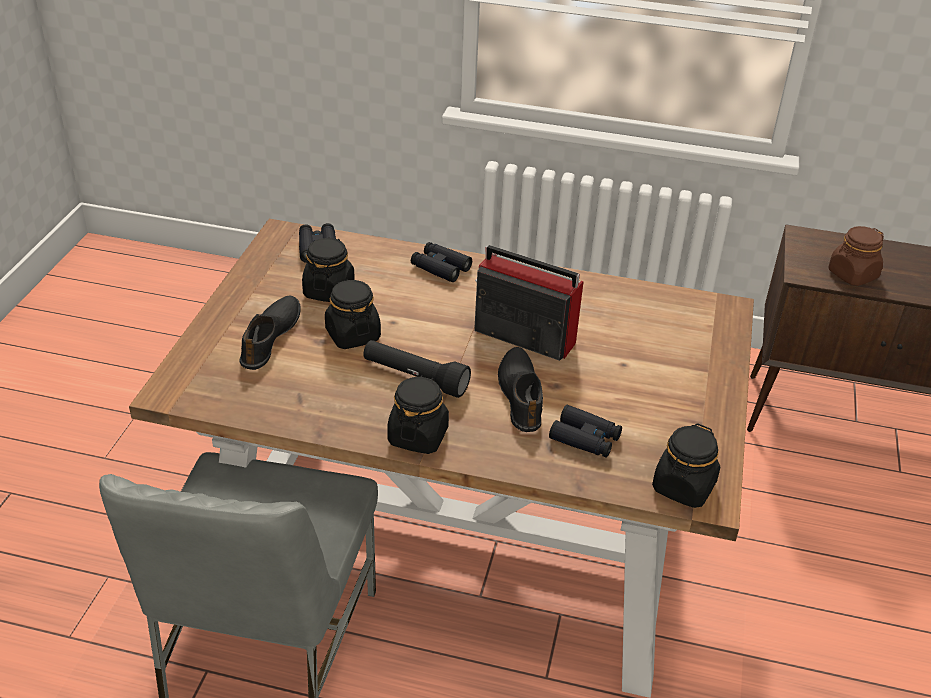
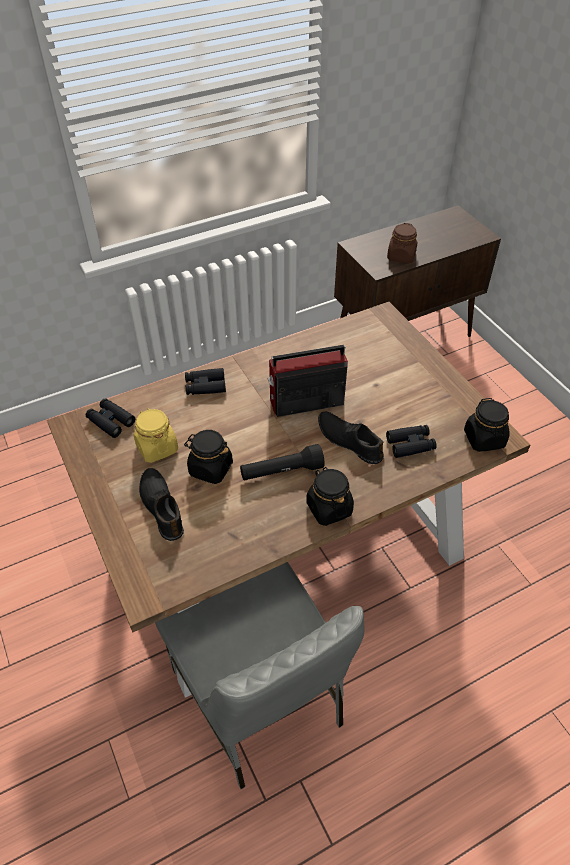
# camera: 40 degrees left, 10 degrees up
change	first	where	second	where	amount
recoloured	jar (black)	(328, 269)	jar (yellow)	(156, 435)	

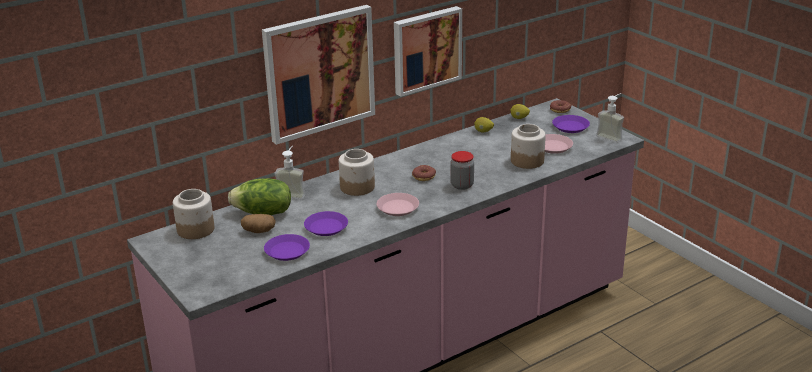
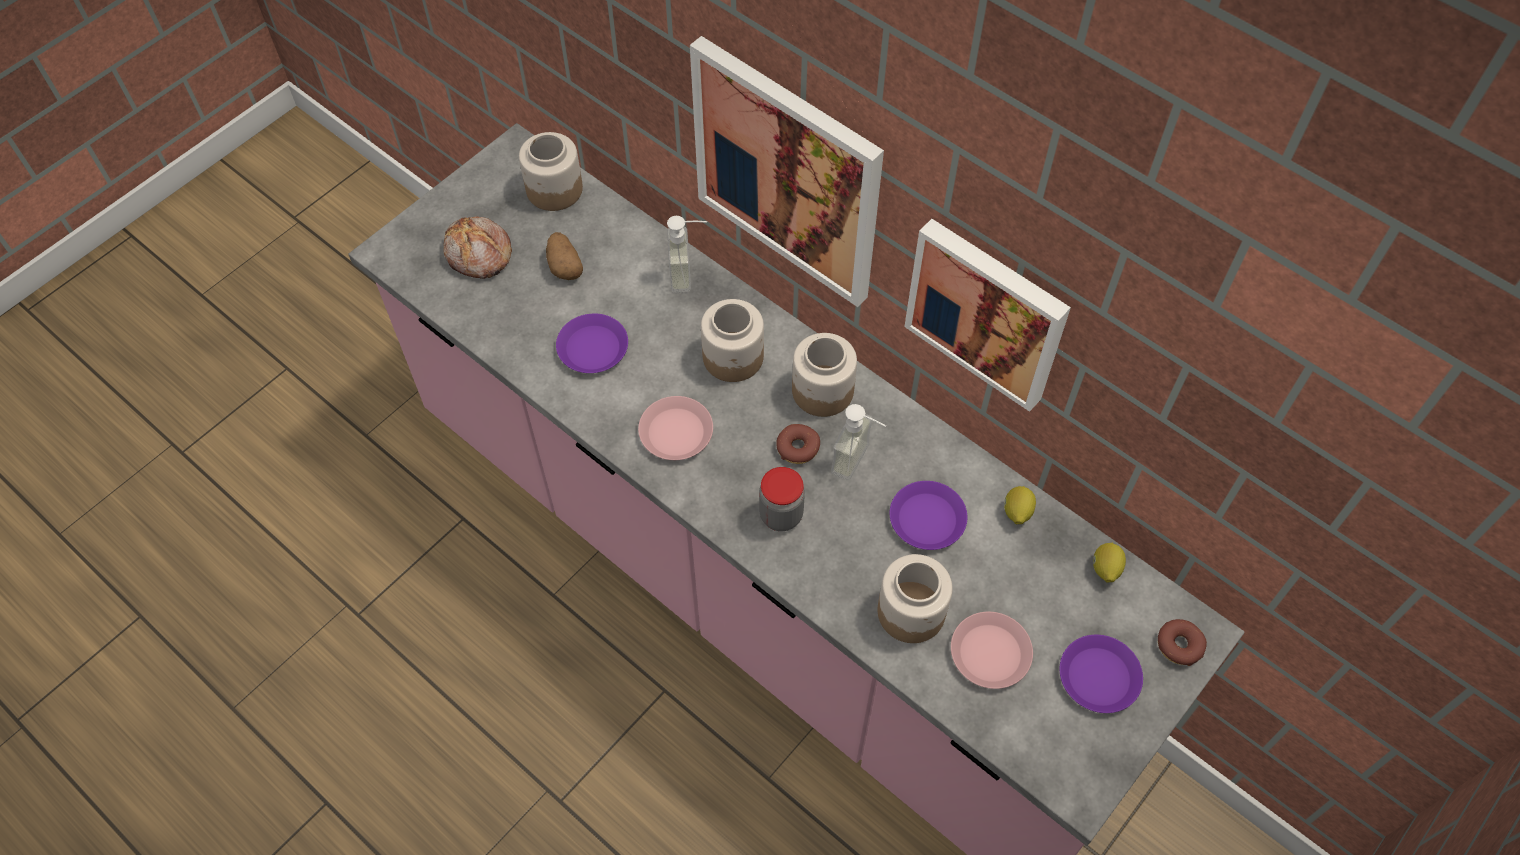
# camera: 75 degrees right, 30 degrees up
change	first	where	second	where	amount
removed	lettuce	(259, 196)			
added			bread	(477, 247)	
added			jar	(824, 375)	
moved	plate (purple)	(287, 247)		(928, 515)	
moved	soap dispenser	(610, 118)		(858, 442)	

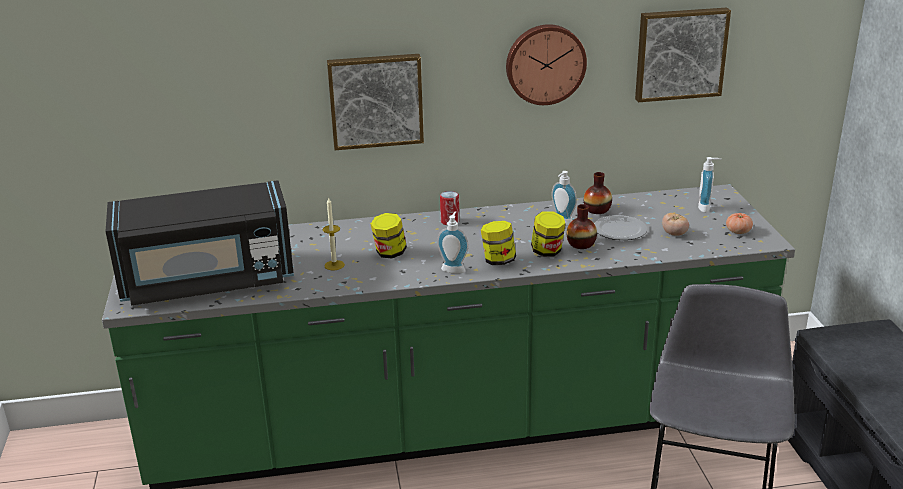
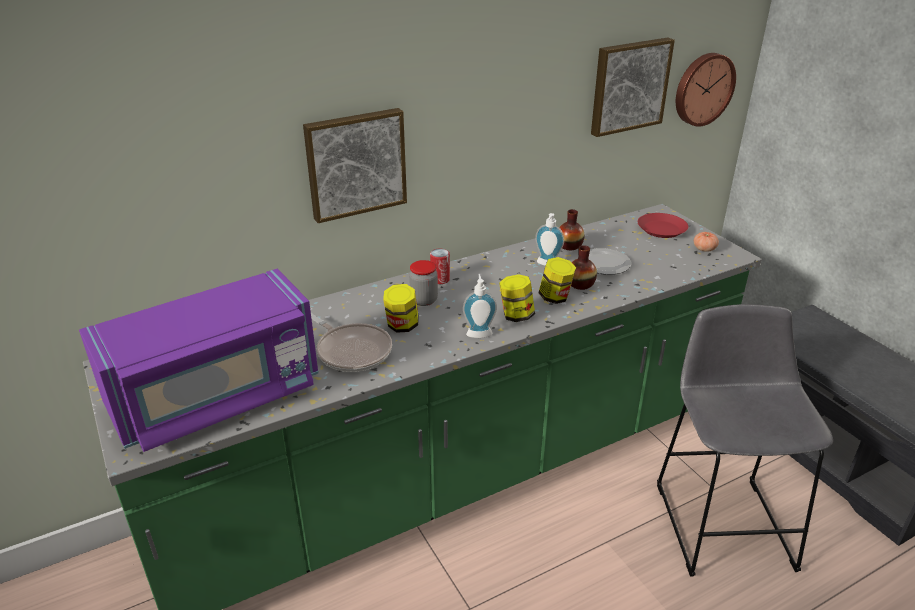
# camera: 20 degrees left, 5 degrees up
change	first	where	second	where	amount
removed	tomato	(675, 224)			
added			jar	(423, 283)	
moved	wall clock	(546, 64)		(706, 90)	
replaced	candle	(334, 233)	frying pan	(351, 342)	
replaced	soap dispenser	(709, 184)	plate (red)	(663, 225)	
recoloured	microwave (black)	(199, 243)	microwave (purple)	(199, 360)	

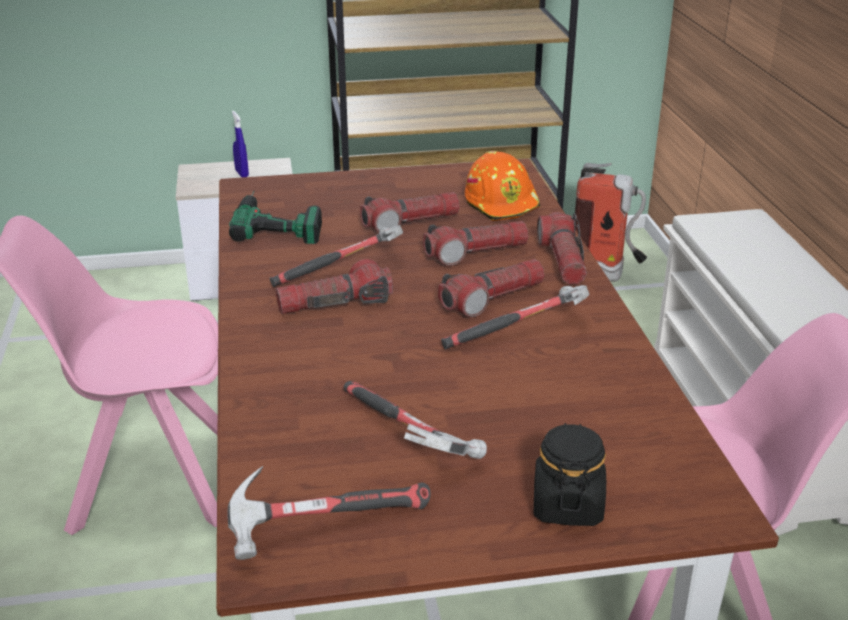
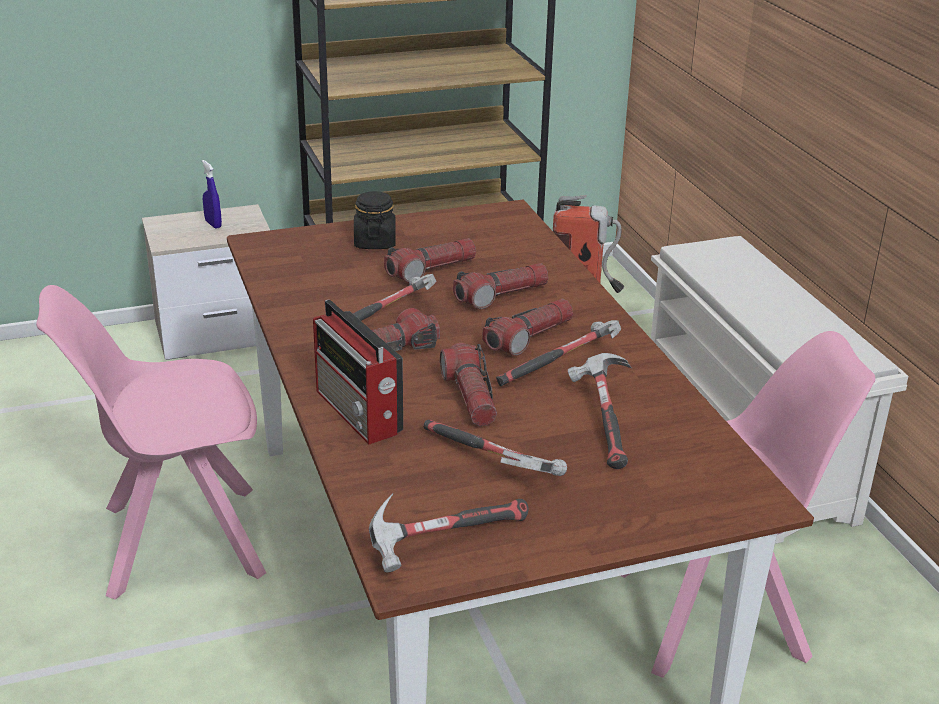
# camera: 10 degrees left, 0 degrees up
change	first	where	second	where	amount
removed	power drill	(275, 217)			
removed	hard hat (orange)	(502, 186)			
added			radio	(358, 372)	
added			hammer	(600, 411)	
moved	jar (black)	(570, 474)		(375, 220)	
moved	flashlight	(562, 248)		(468, 384)	

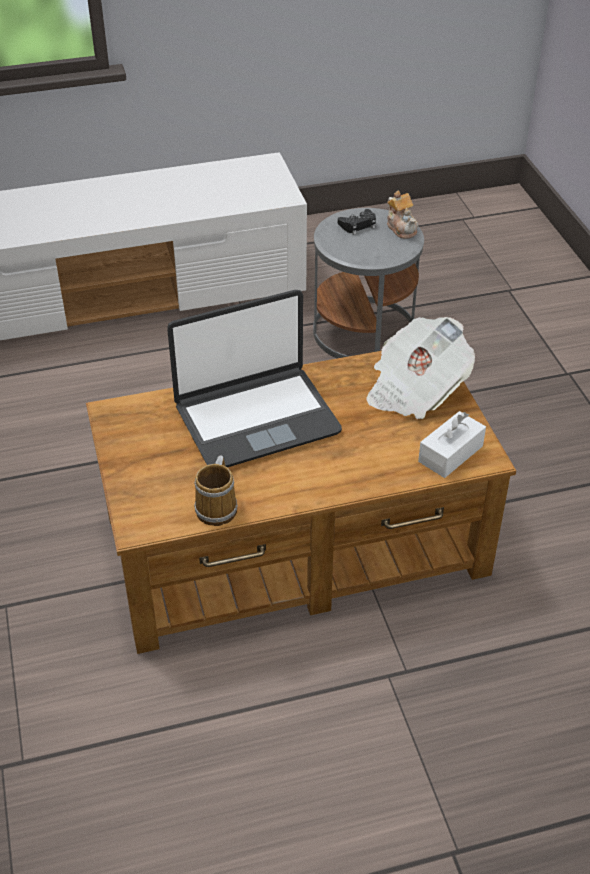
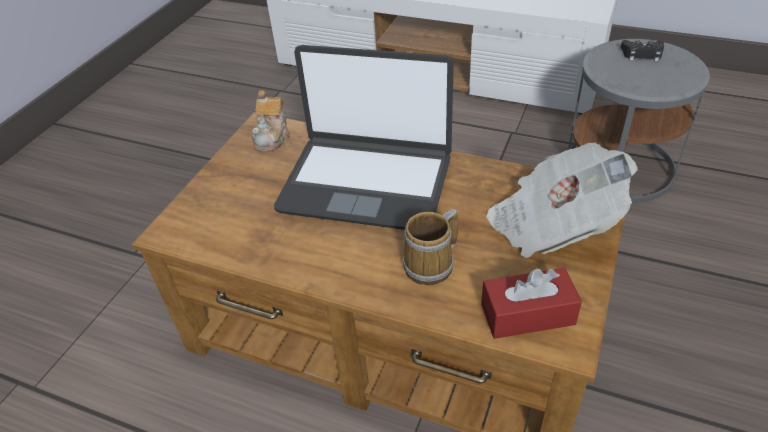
# camera: 40 degrees right, 0 degrees up
change	first	where	second	where	amount
moved	mug	(216, 490)		(430, 247)	
moved	teapot	(402, 215)		(271, 121)	
recoloured	tissue box (white)	(452, 444)	tissue box (red)	(531, 303)	

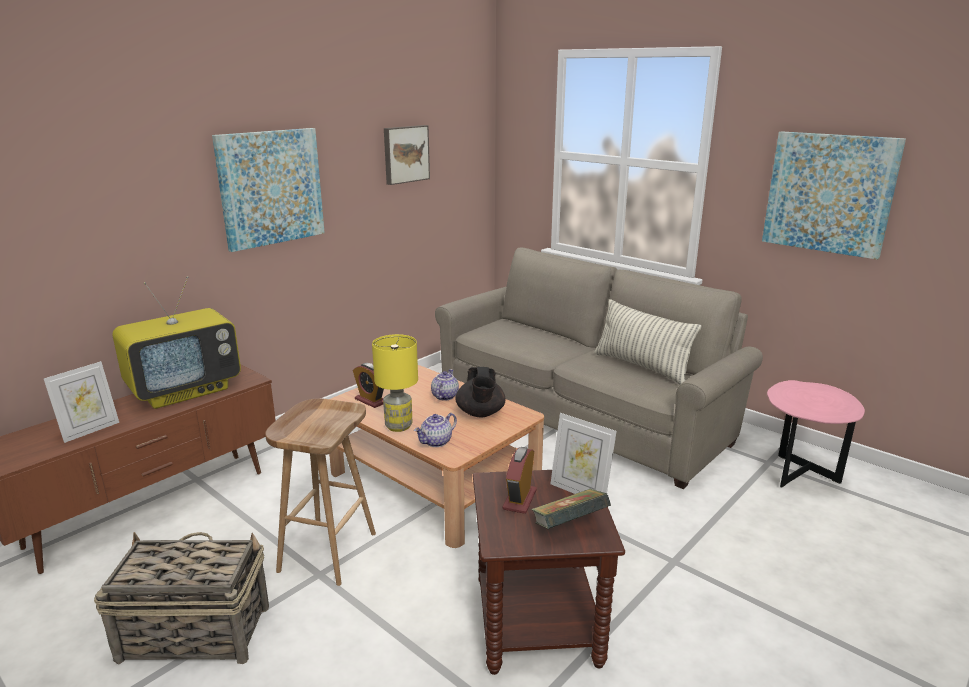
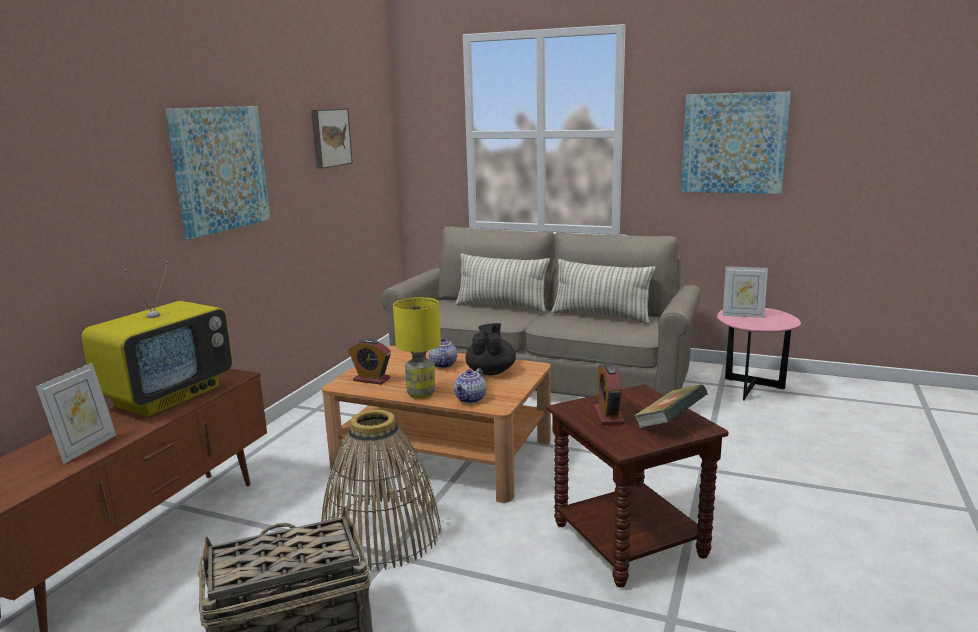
# camera: 20 degrees left, 5 degrees down
change	first	where	second	where	amount
added			pillow	(503, 283)	
moved	picture frame	(584, 453)		(745, 292)	
replaced	stool (brown)	(320, 492)	basket	(381, 490)	
turned	teapot (black)	(480, 392)		(490, 349)	150 degrees counterclockwise

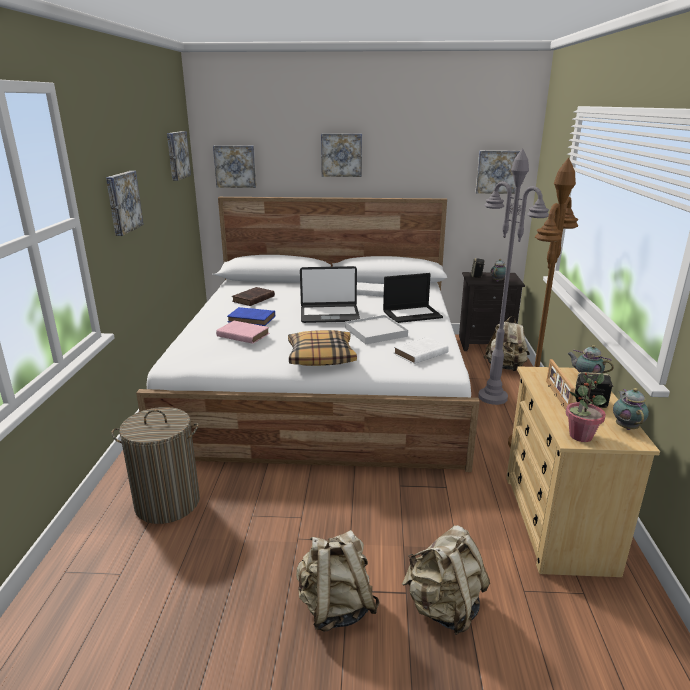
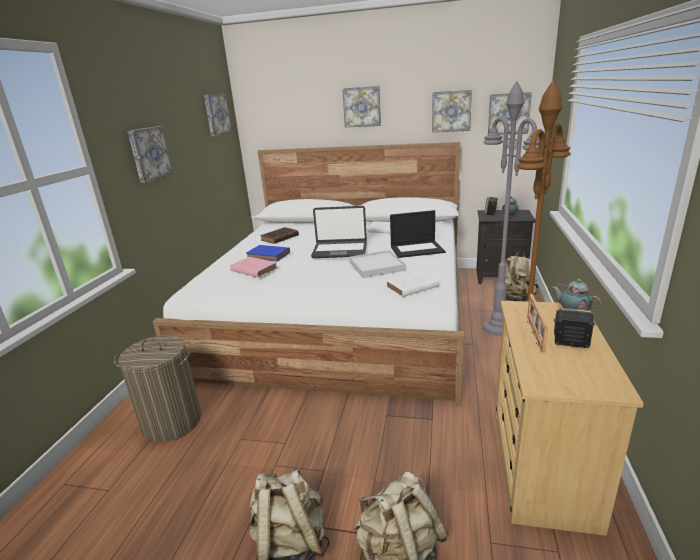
# camera: 10 degrees right, 0 degrees up
change	first	where	second	where	amount
removed	pillow	(322, 348)			
removed	potted plant	(586, 407)			
removed	teapot	(631, 409)			
moved	picture	(234, 166)		(452, 111)	

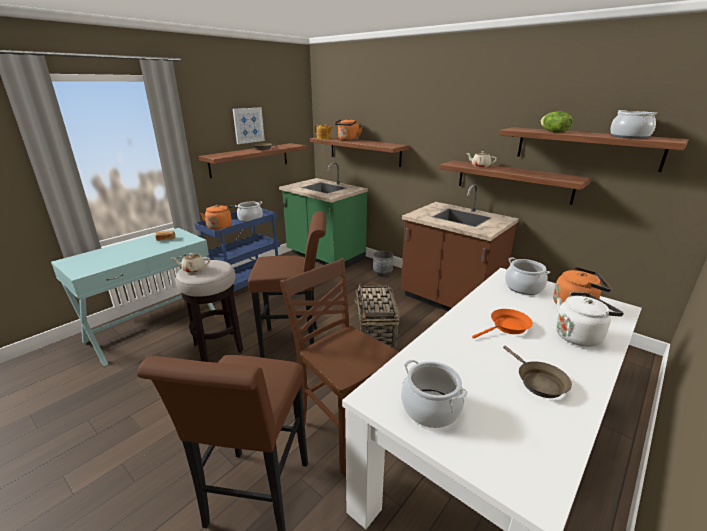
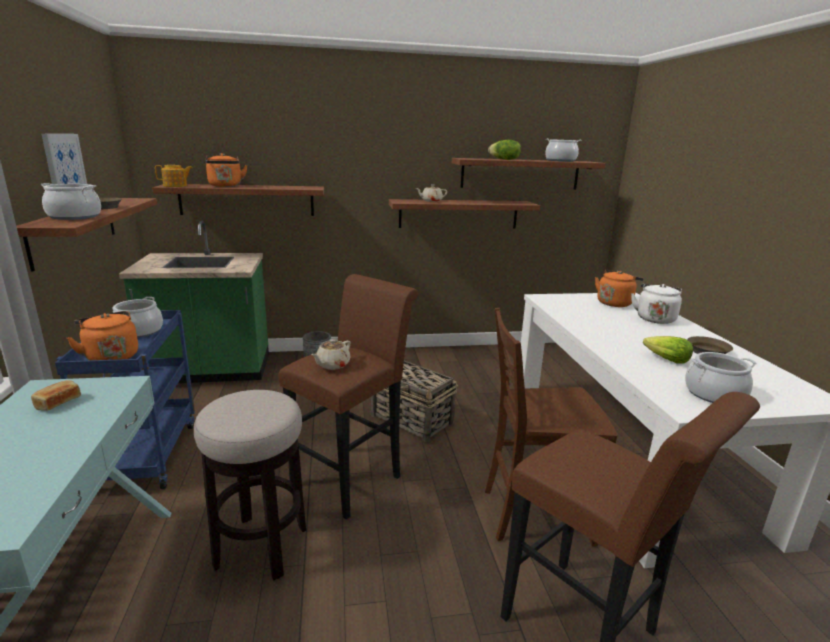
# camera: 50 degrees left, 5 degrees down
change	first	where	second	where	amount
removed	counter (brown)	(460, 247)			
removed	frying pan (orange)	(502, 324)			
added			lettuce	(668, 350)	
moved	teapot (beige)	(191, 263)		(331, 354)	
moved	cooking pot	(527, 276)		(71, 201)	

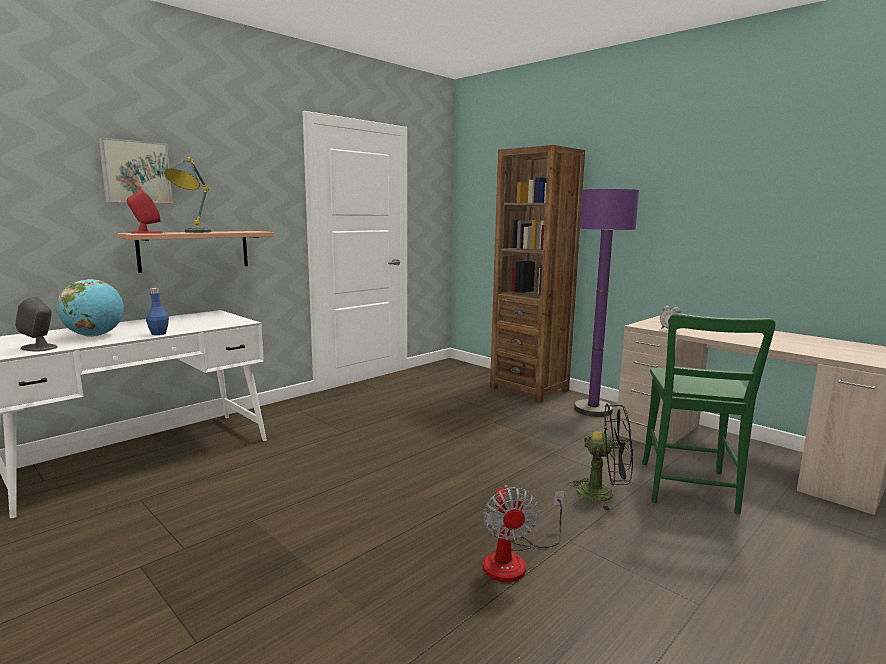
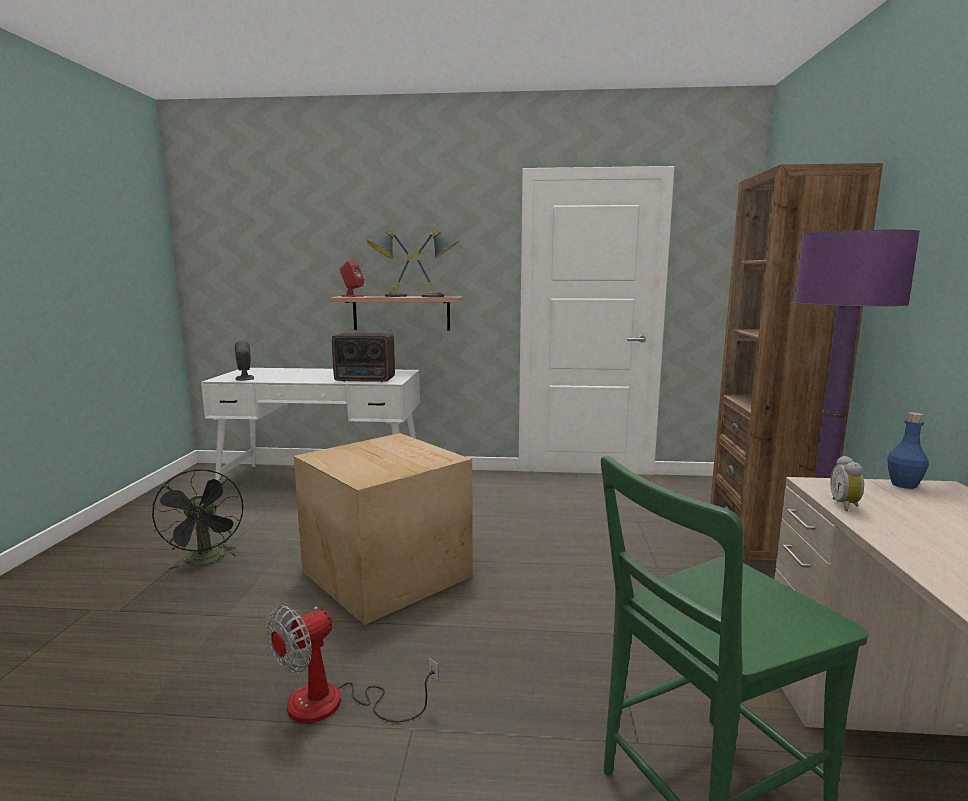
# camera: 50 degrees right, 0 degrees up
change	first	where	second	where	amount
removed	globe	(90, 308)			
removed	picture	(135, 170)			
added			cardboard box	(383, 529)	
added			radio	(363, 357)	
added			table lamp (grey)	(436, 262)	
moved	bottle (blue)	(157, 311)		(908, 450)	
moved	fan (black)	(600, 457)		(197, 519)	

